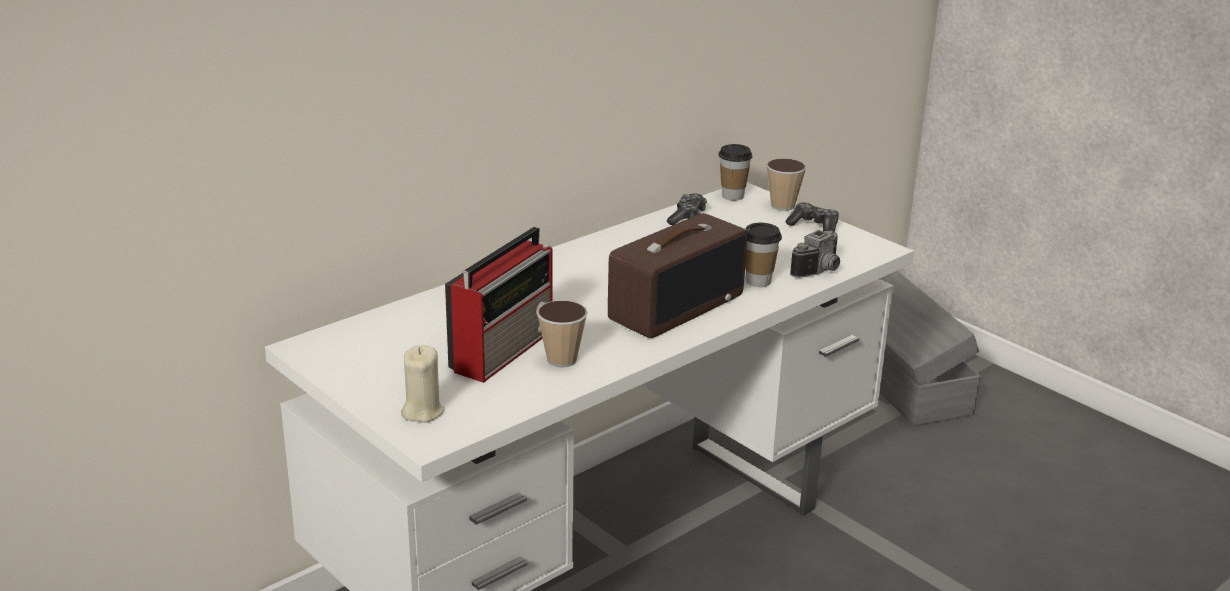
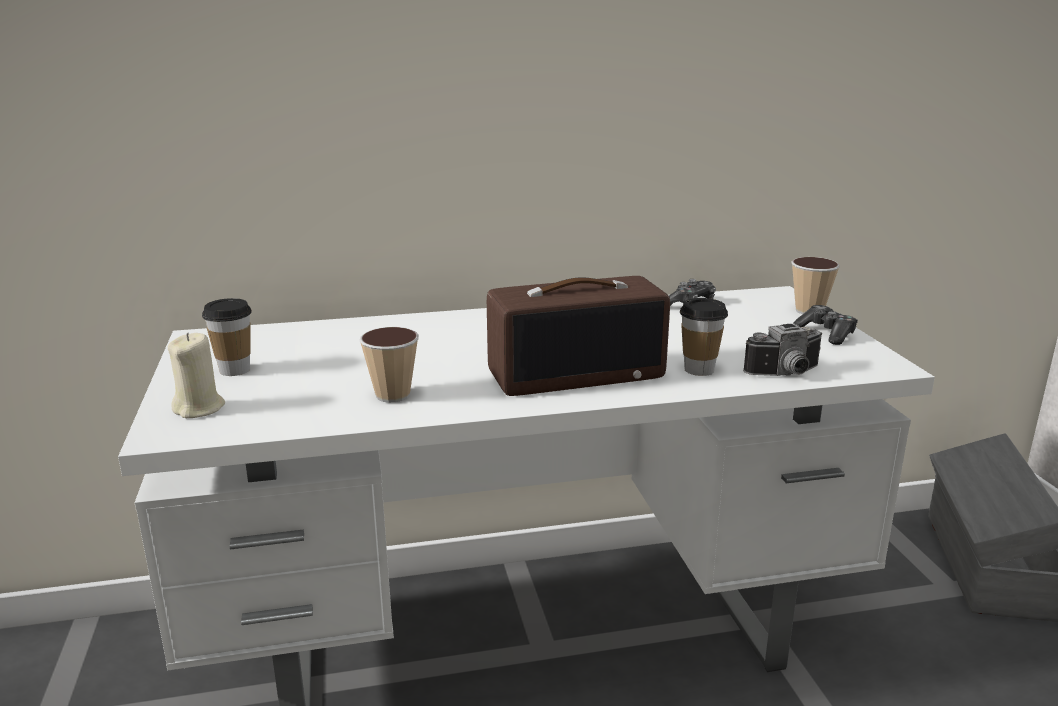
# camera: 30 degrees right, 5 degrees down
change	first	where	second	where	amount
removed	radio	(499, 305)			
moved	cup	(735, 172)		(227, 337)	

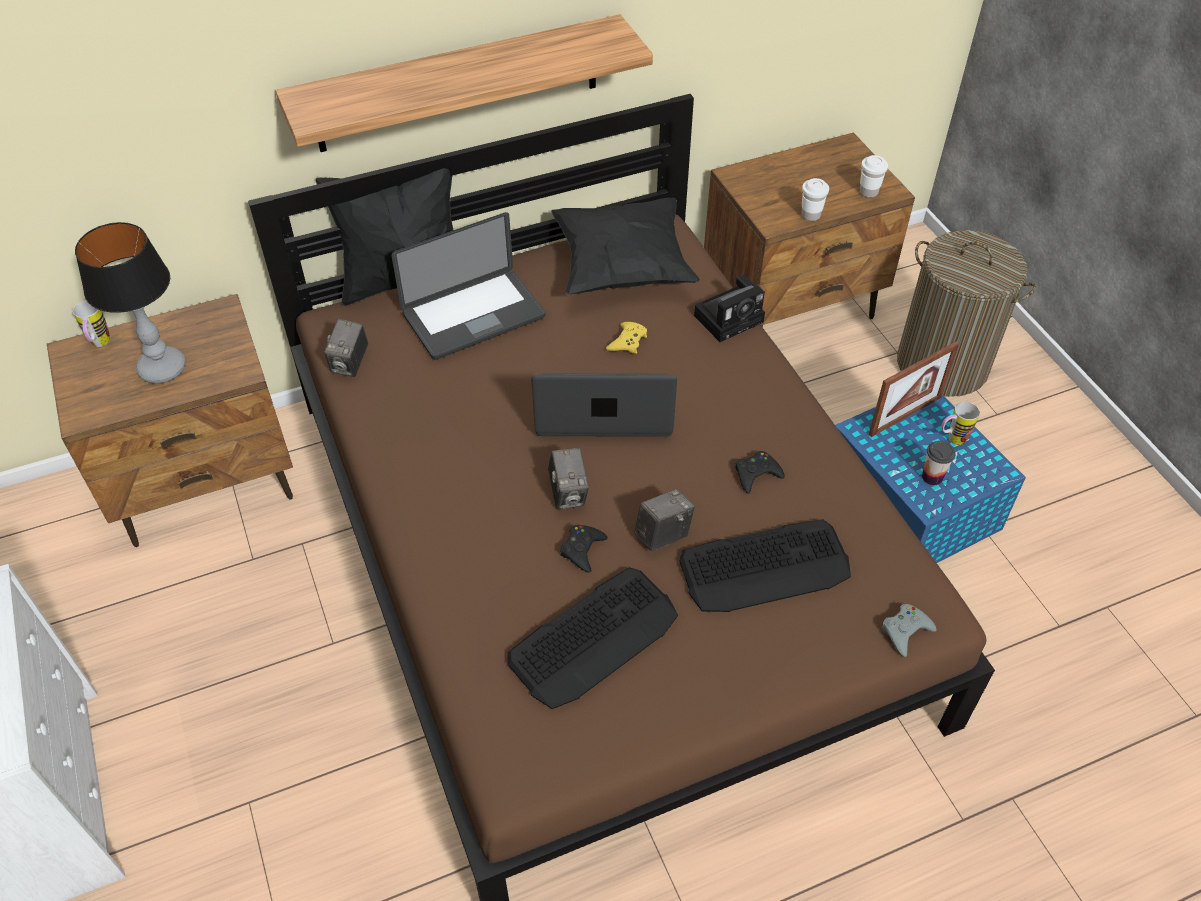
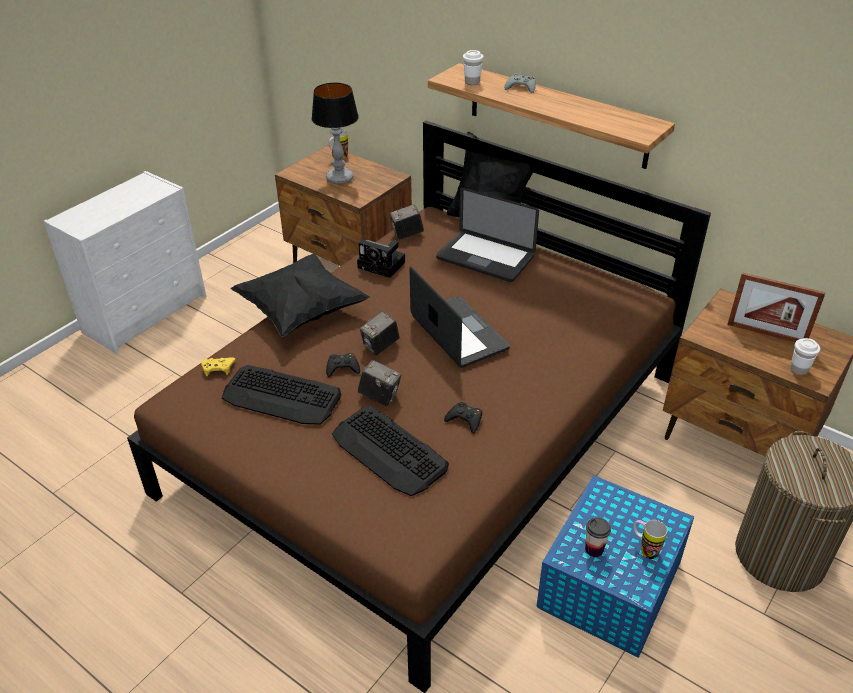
# camera: 60 degrees right, 10 degrees down
change	first	where	second	where	amount
moved	pillow (black)	(626, 246)		(300, 295)	
moved	game controller (yellow)	(626, 338)		(218, 366)	
moved	photo camera	(729, 308)		(381, 259)	
moved	cup (white)	(815, 199)		(473, 67)	
moved	picture frame	(914, 389)		(776, 307)	
moved	game controller (grey)	(909, 630)		(520, 83)	

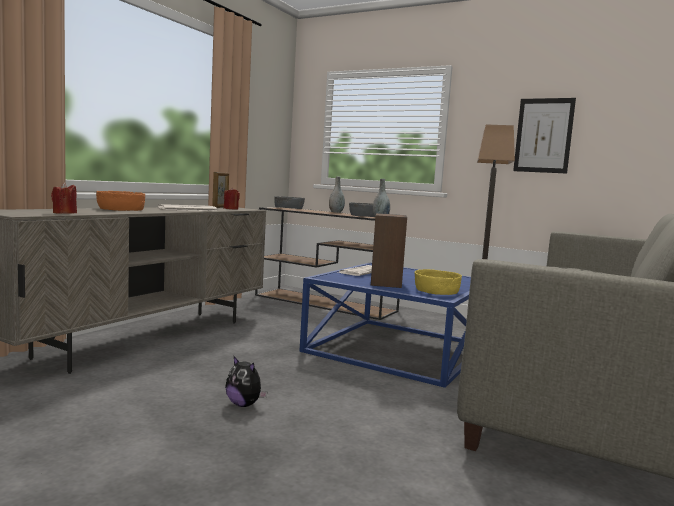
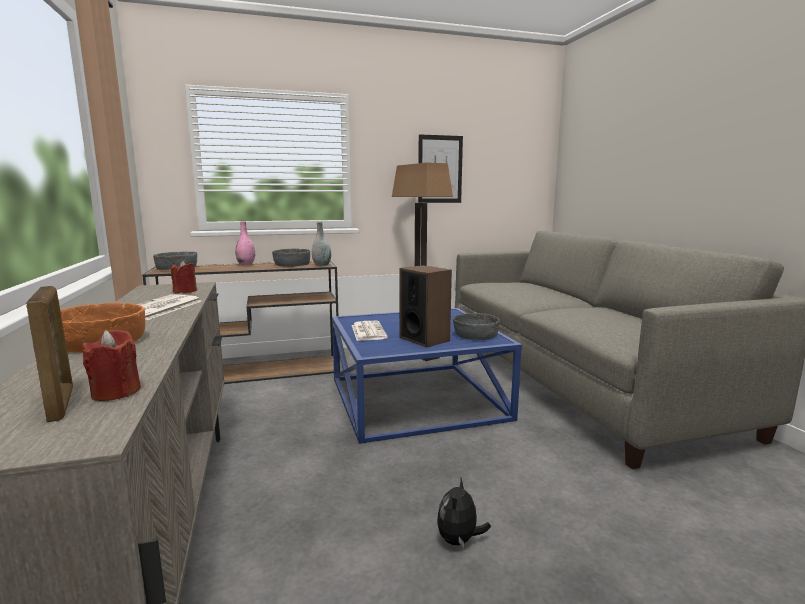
# camera: 45 degrees left, 5 degrees up
change	first	where	second	where	amount
moved	picture frame	(220, 190)		(49, 354)	
recoloured	vase (grey)	(337, 194)	vase (pink)	(245, 243)	
recoloured	bowl (yellow)	(438, 282)	bowl (grey)	(476, 326)	
turned	plush toy	(246, 381)		(464, 513)	120 degrees clockwise

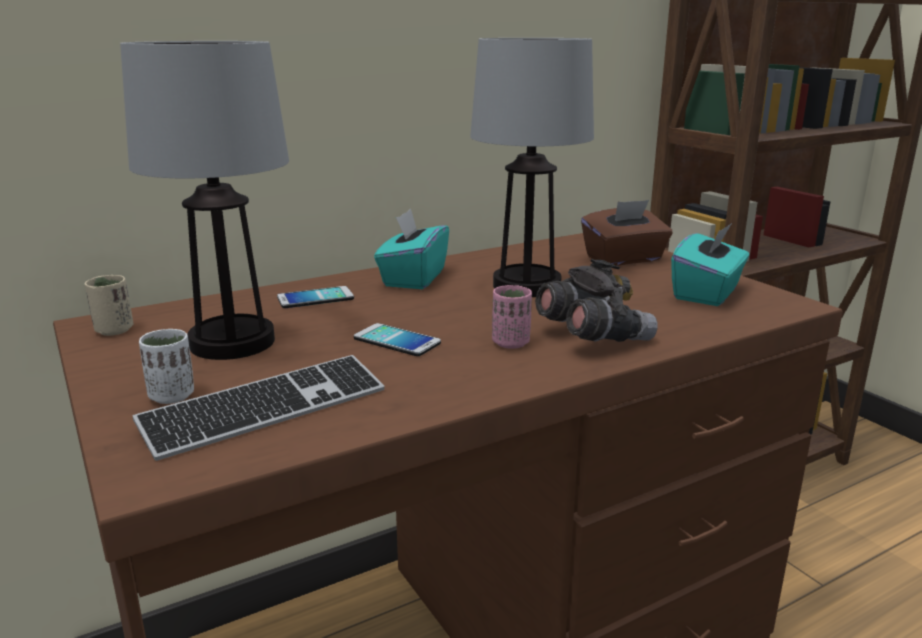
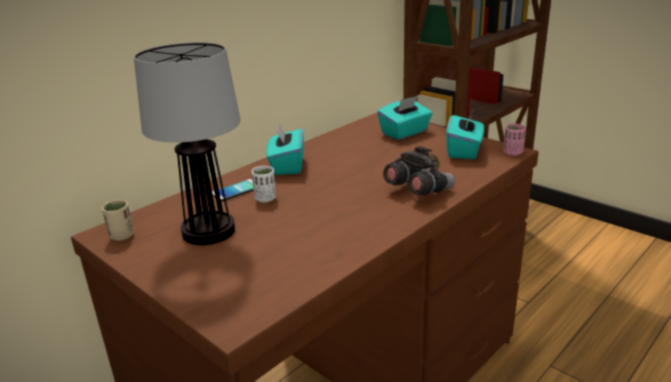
# camera: 15 degrees left, 5 degrees up
change	first	where	second	where	amount
removed	keyboard	(258, 408)			
removed	phone	(397, 339)			
removed	table lamp	(532, 167)			
moved	cup (white)	(166, 366)		(264, 184)	
moved	cup (pink)	(512, 317)		(514, 140)	
recoloured	tissue box (brown)	(626, 233)	tissue box (turquoise)	(404, 118)	

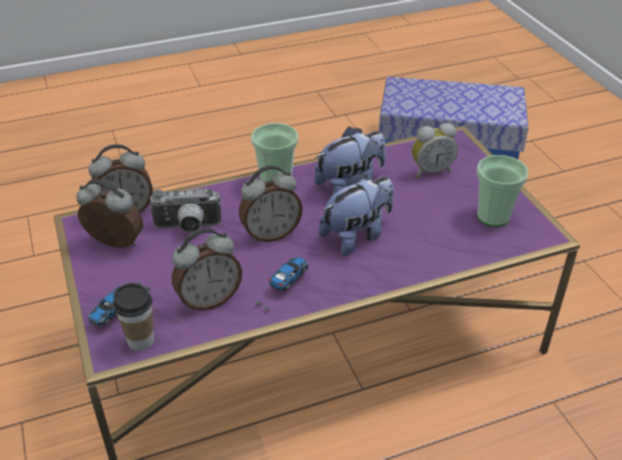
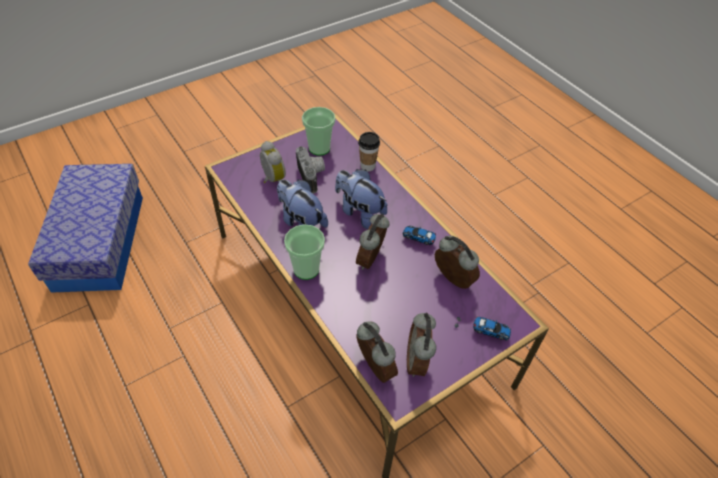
# camera: 105 degrees left, 10 degrees up
change	first	where	second	where	amount
moved	cup	(133, 317)		(369, 151)	
moved	photo camera	(185, 210)		(310, 170)	
turned	alarm clock	(271, 203)		(373, 242)	120 degrees counterclockwise

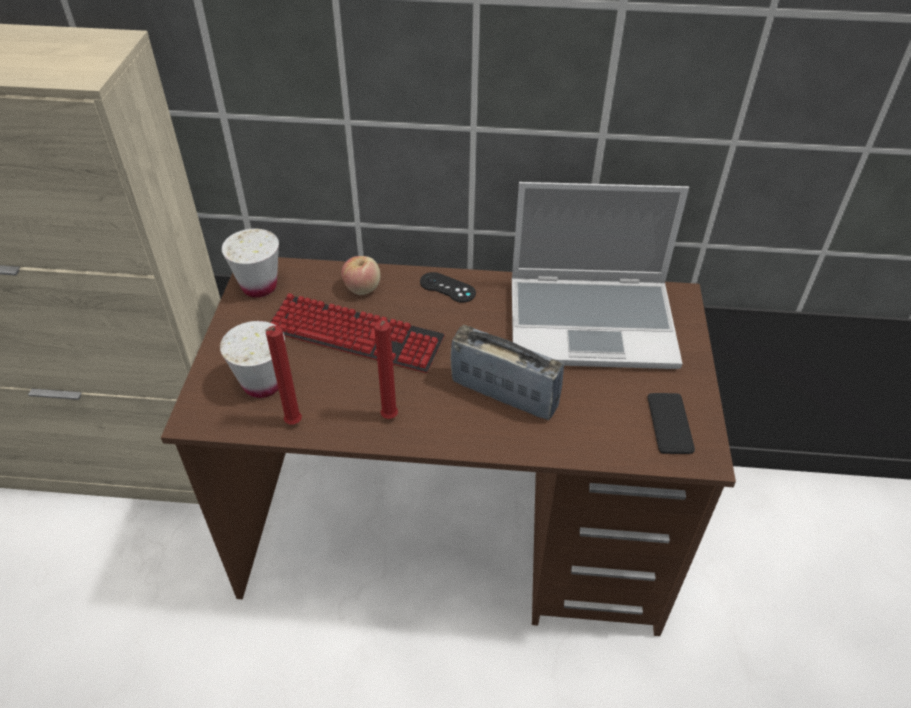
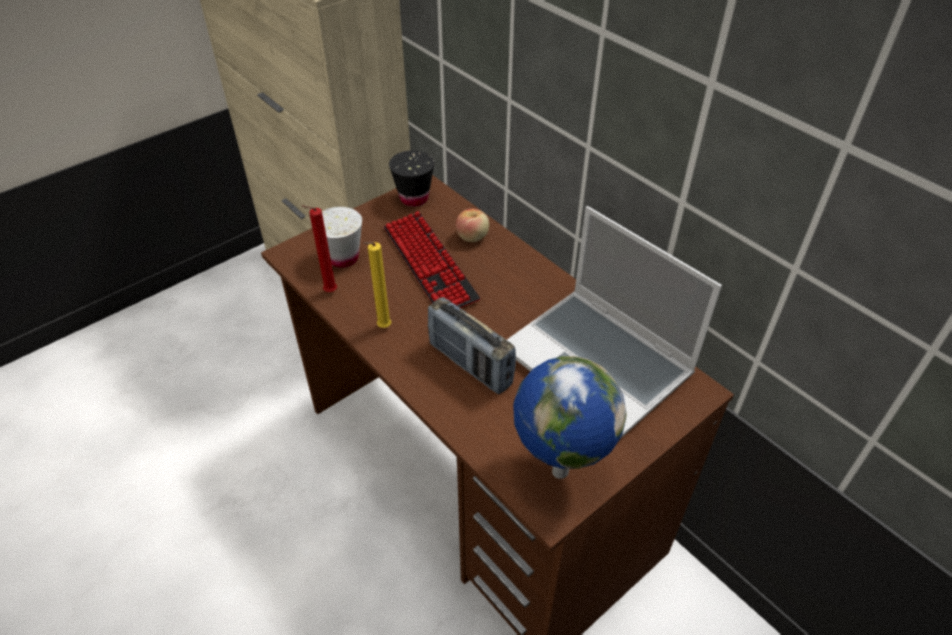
# camera: 45 degrees right, 0 degrees up
change	first	where	second	where	amount
removed	game controller (black)	(448, 287)			
replaced	phone	(671, 423)	globe	(570, 417)	
recoloured	cup (white)	(250, 263)	cup (black)	(412, 178)	
recoloured	candle (red)	(386, 369)	candle (yellow)	(377, 285)	
turned	radio	(507, 372)		(472, 345)	150 degrees clockwise

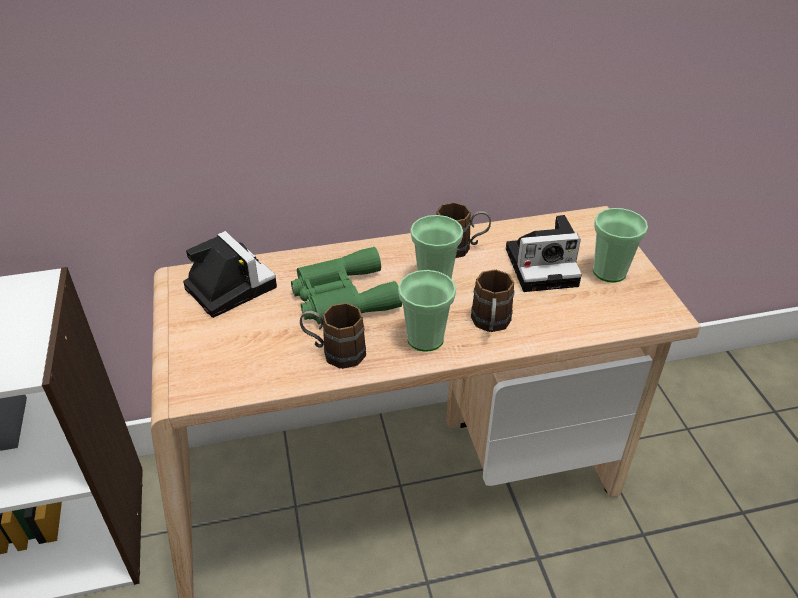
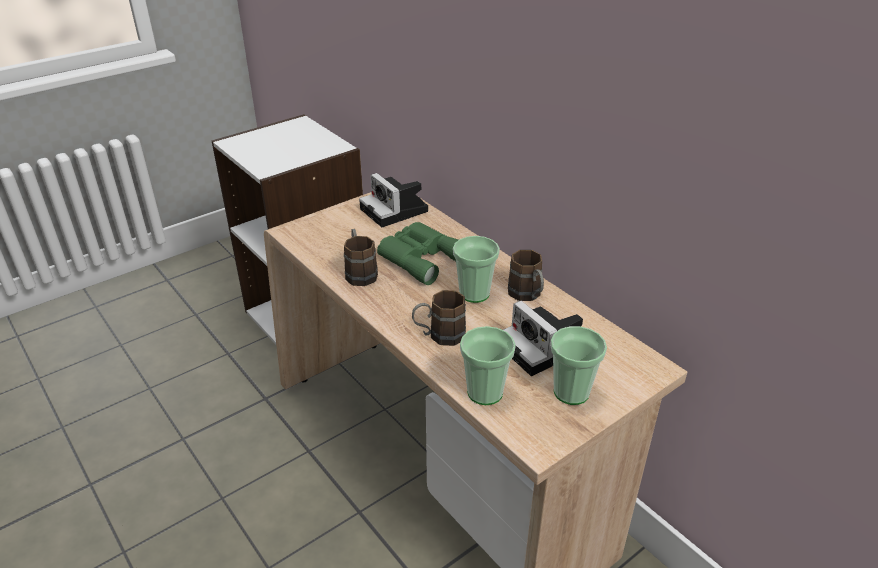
# camera: 65 degrees right, 5 degrees down
change	first	where	second	where	amount
moved	cup	(427, 311)		(488, 365)	
turned	photo camera	(230, 274)		(393, 200)	120 degrees clockwise

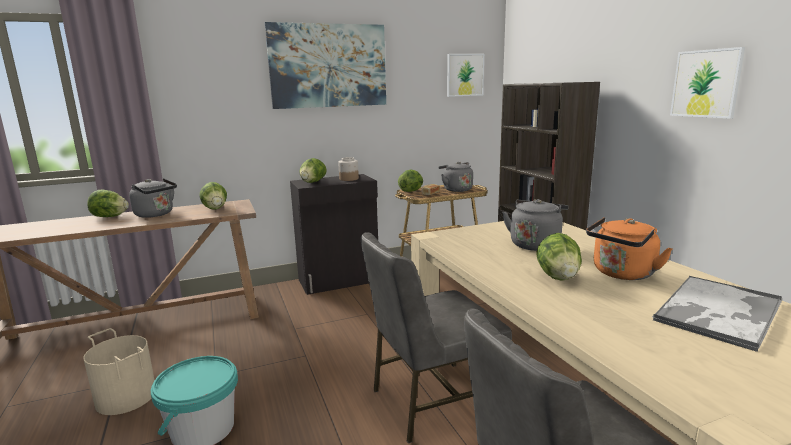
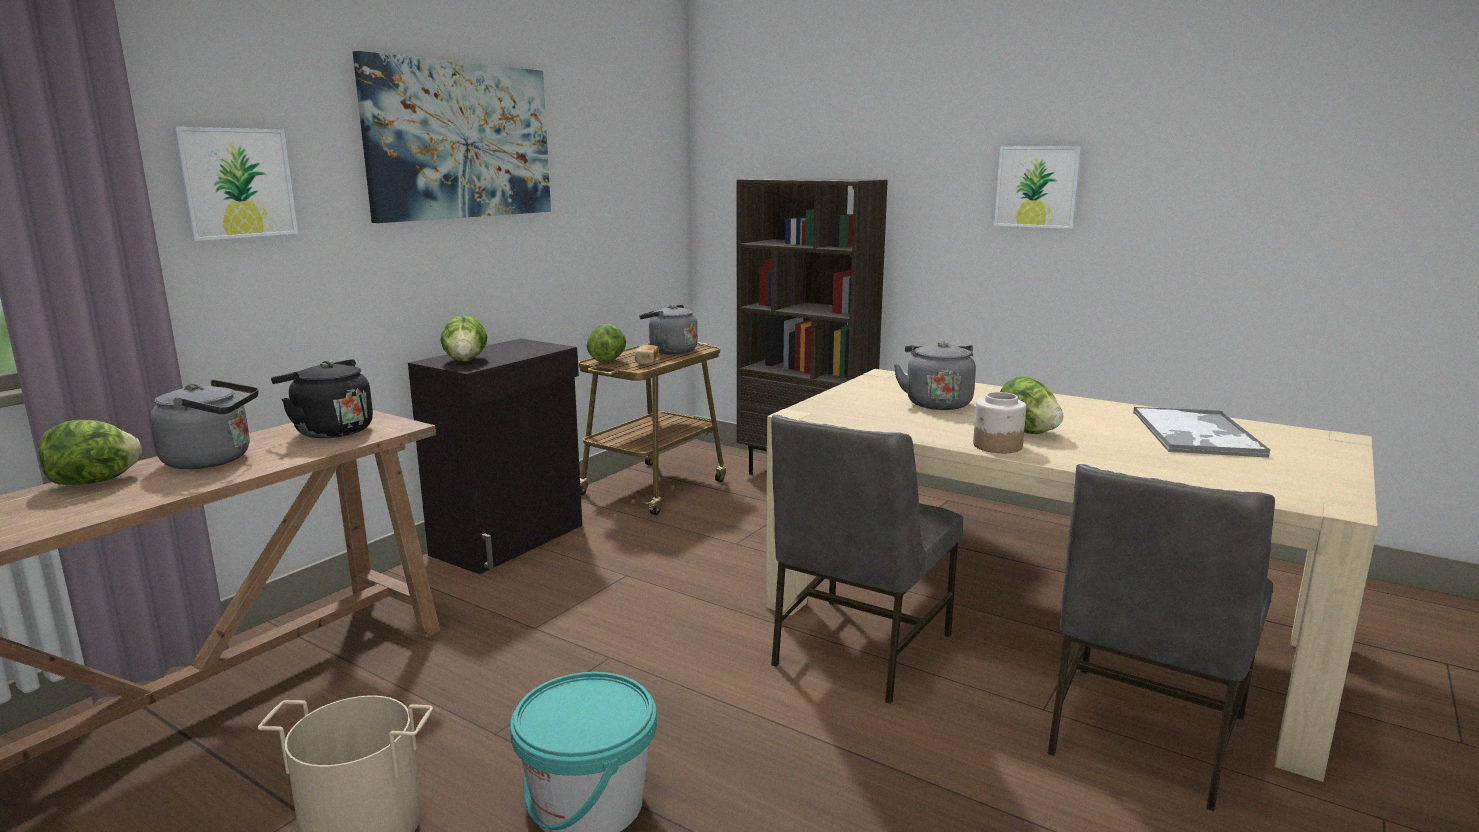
# camera: 35 degrees left, 0 degrees up
change	first	where	second	where	amount
removed	kettle (orange)	(629, 248)			
moved	jar	(348, 169)		(999, 422)	
moved	picture	(465, 75)		(235, 184)	
replaced	lettuce	(213, 196)	kettle (black)	(322, 398)	

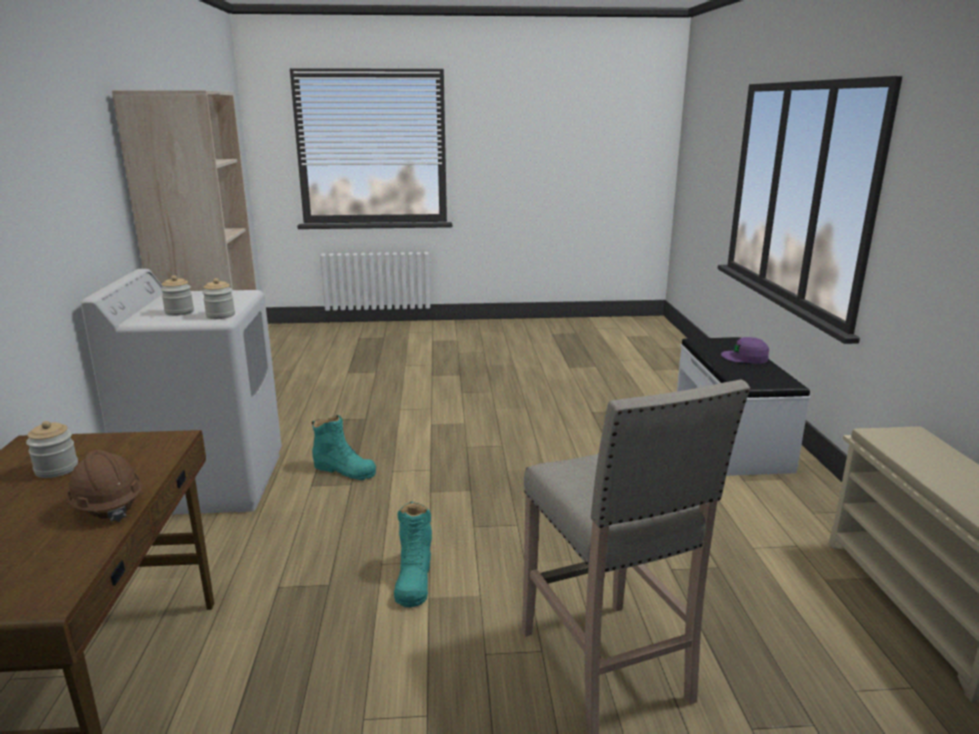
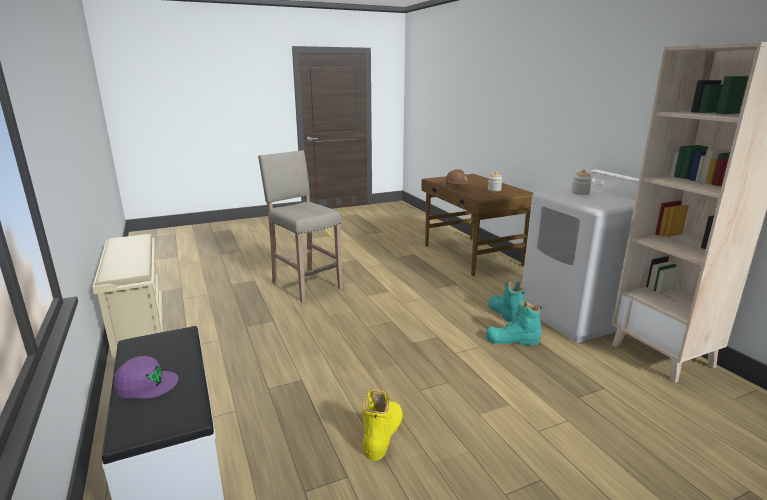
# camera: 160 degrees right, 0 degrees up
change	first	where	second	where	amount
removed	jar	(218, 298)			
added			boot (yellow)	(382, 425)	
moved	boot (turquoise)	(413, 554)		(507, 302)	

